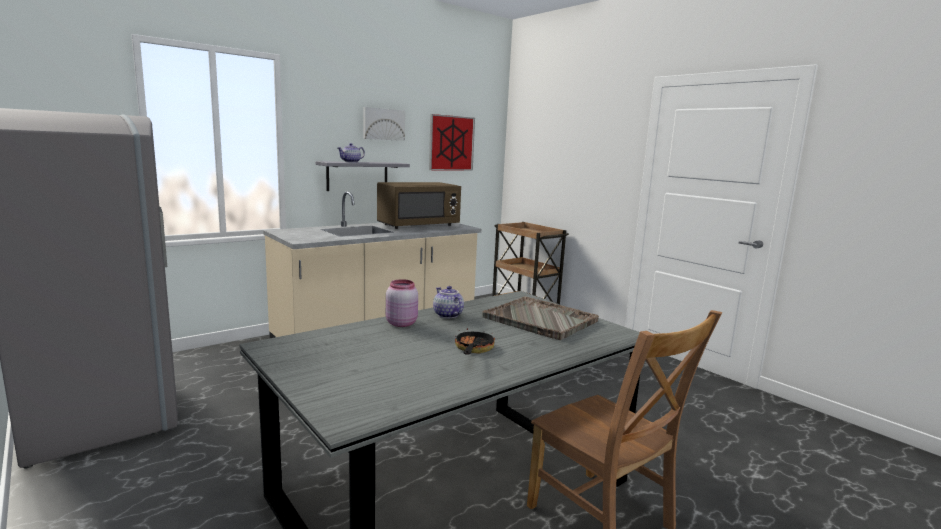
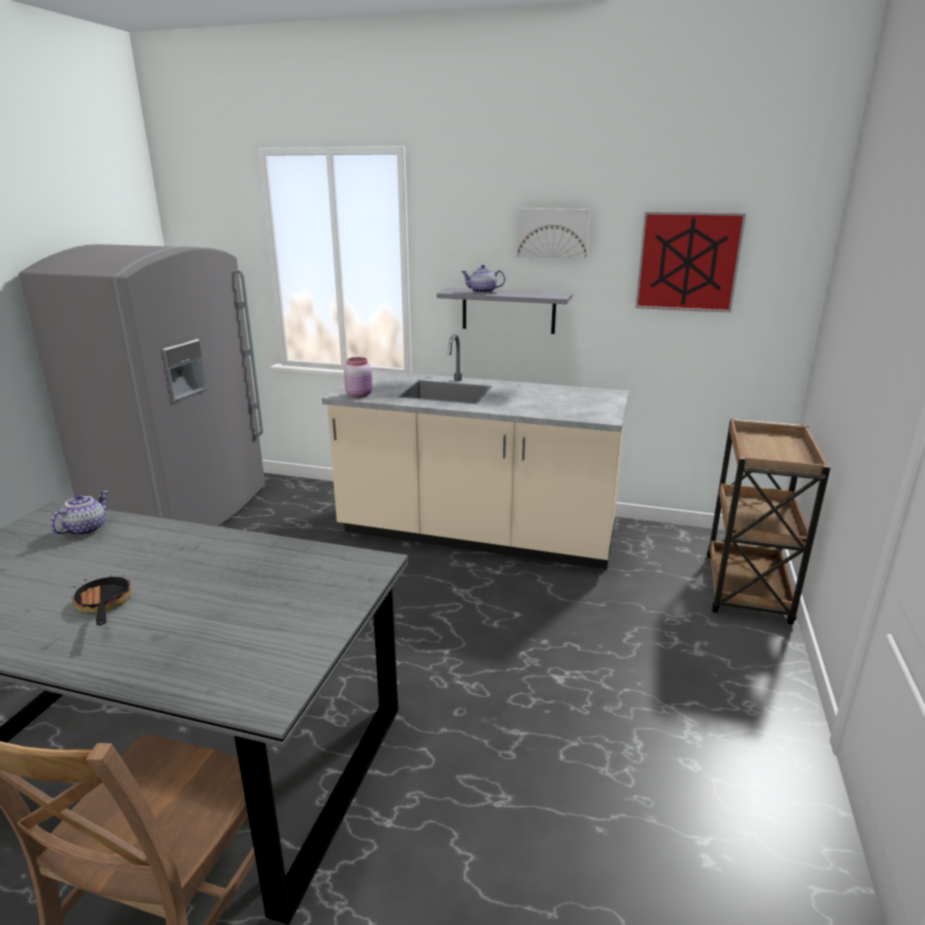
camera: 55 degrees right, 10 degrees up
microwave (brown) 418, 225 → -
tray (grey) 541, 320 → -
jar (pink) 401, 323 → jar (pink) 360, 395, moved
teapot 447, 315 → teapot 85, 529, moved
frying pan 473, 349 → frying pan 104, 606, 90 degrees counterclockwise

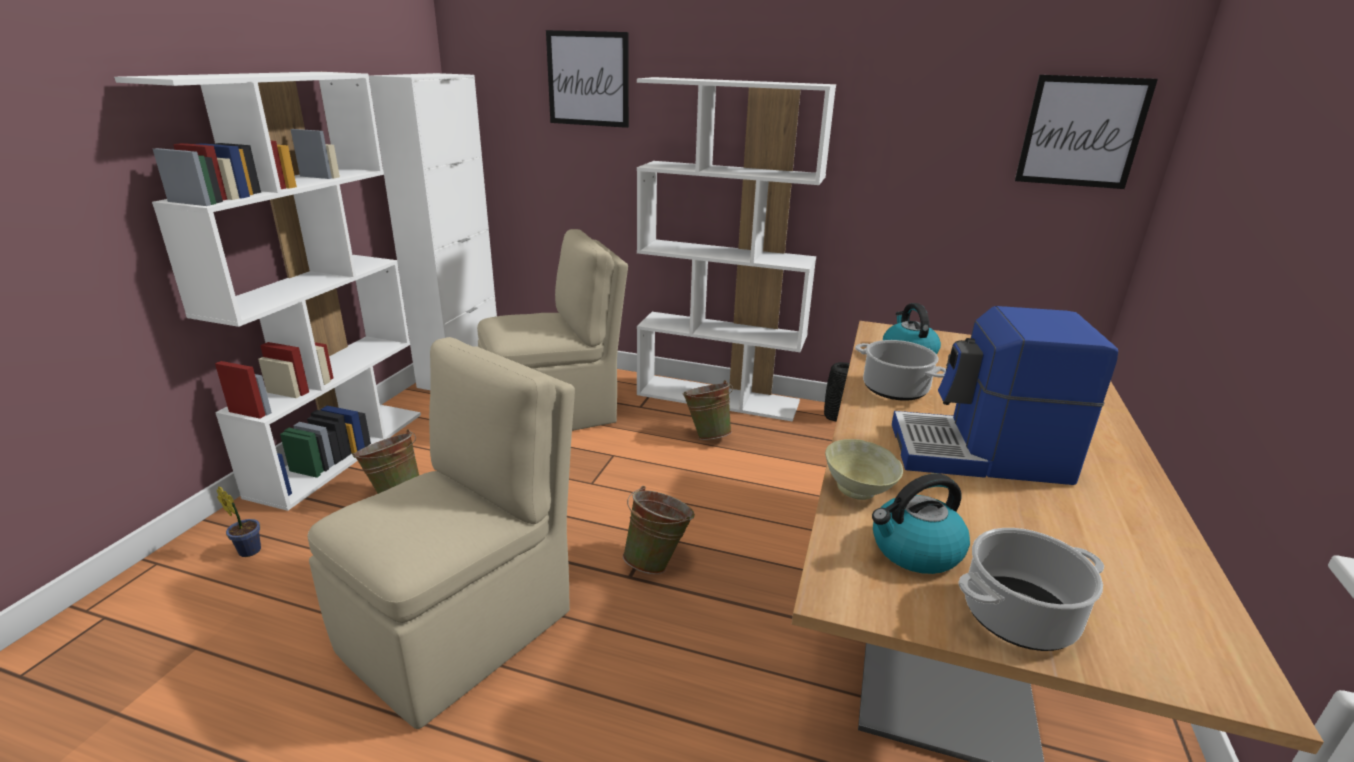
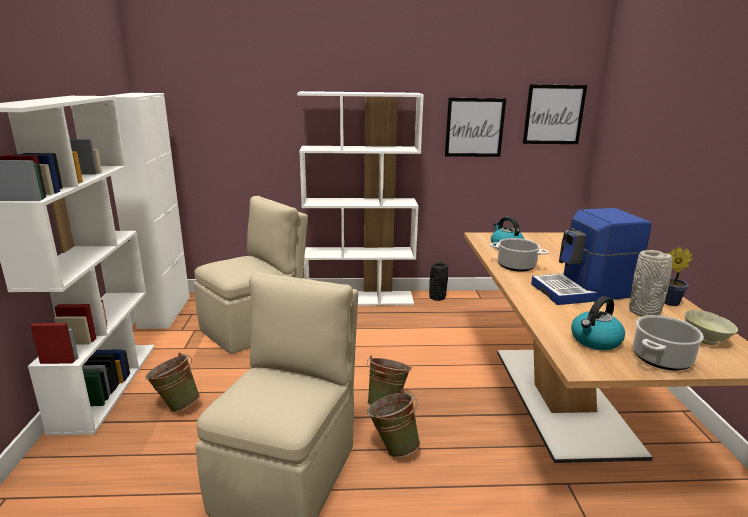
camera: 20 degrees left, 5 degrees down
- → vase (grey) 645, 312
potted plant 248, 550 → potted plant 668, 302, moved
picture 588, 79 → picture 474, 127, moved
bucket (green) 707, 435 → bucket (green) 393, 447, moved
bowl (beige) 858, 491 → bowl (beige) 705, 340, moved

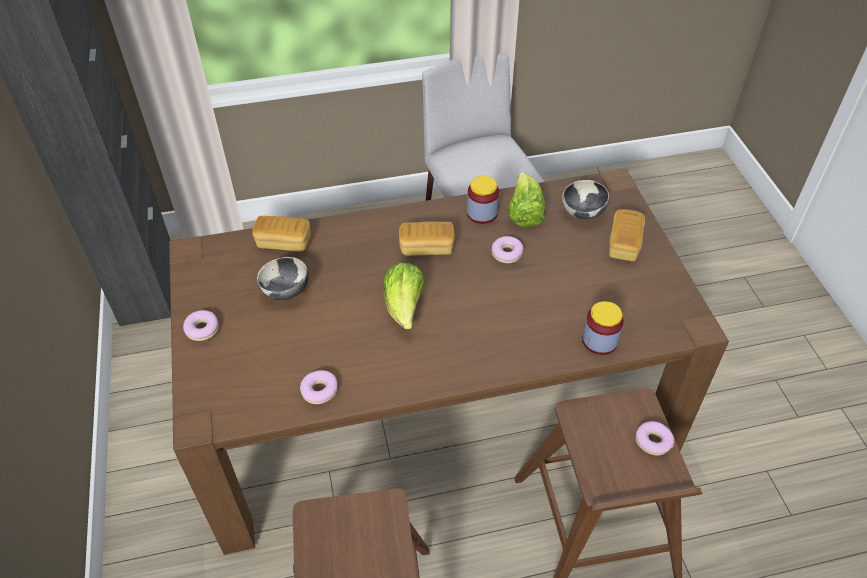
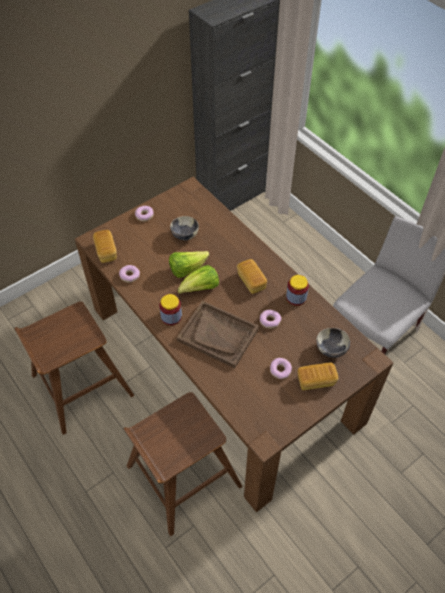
camera: 65 degrees right, 5 degrees up
- → tray (brown) 218, 335
bread 283, 242 → bread 106, 251, moved
lettuce 524, 213 → lettuce 187, 269, moved
jar 599, 341 → jar 171, 316, moved
donut 653, 441 → donut 280, 370, moved

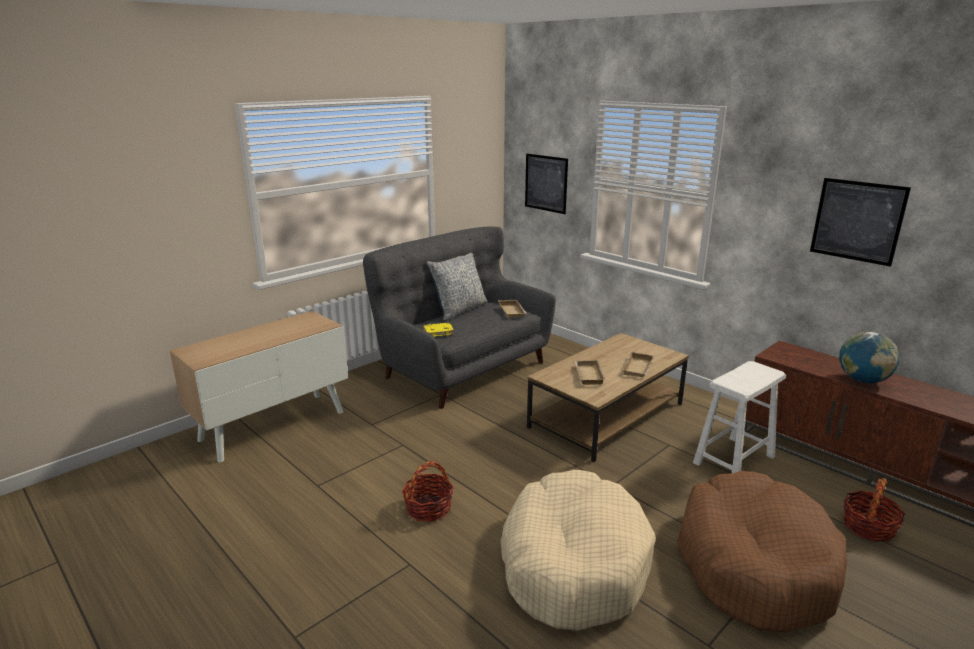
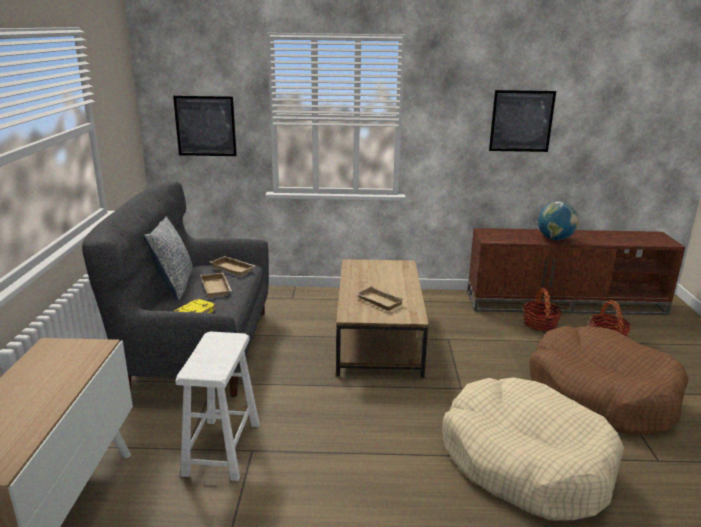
camera: 45 degrees left, 0 degrees up
basket 428, 508 → basket 540, 324, moved
tray (beige) 639, 368 → tray (beige) 217, 288, moved
stool (white) 733, 460 → stool (white) 222, 449, moved

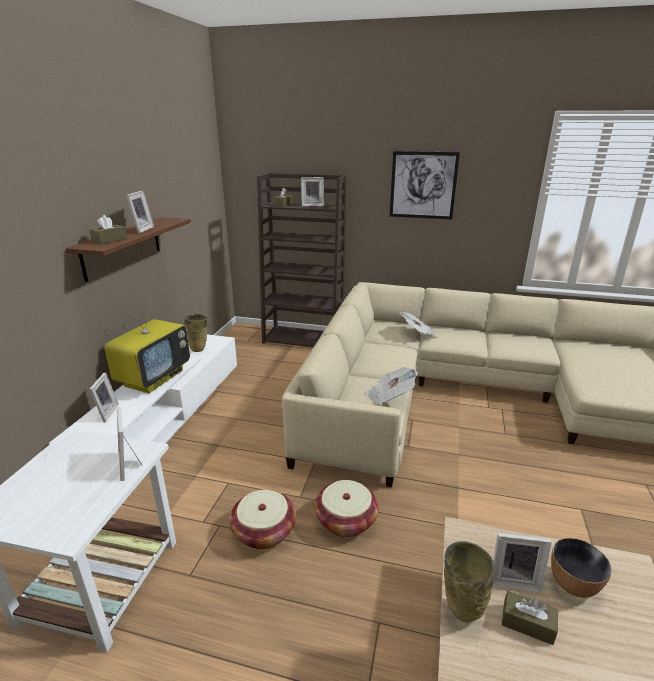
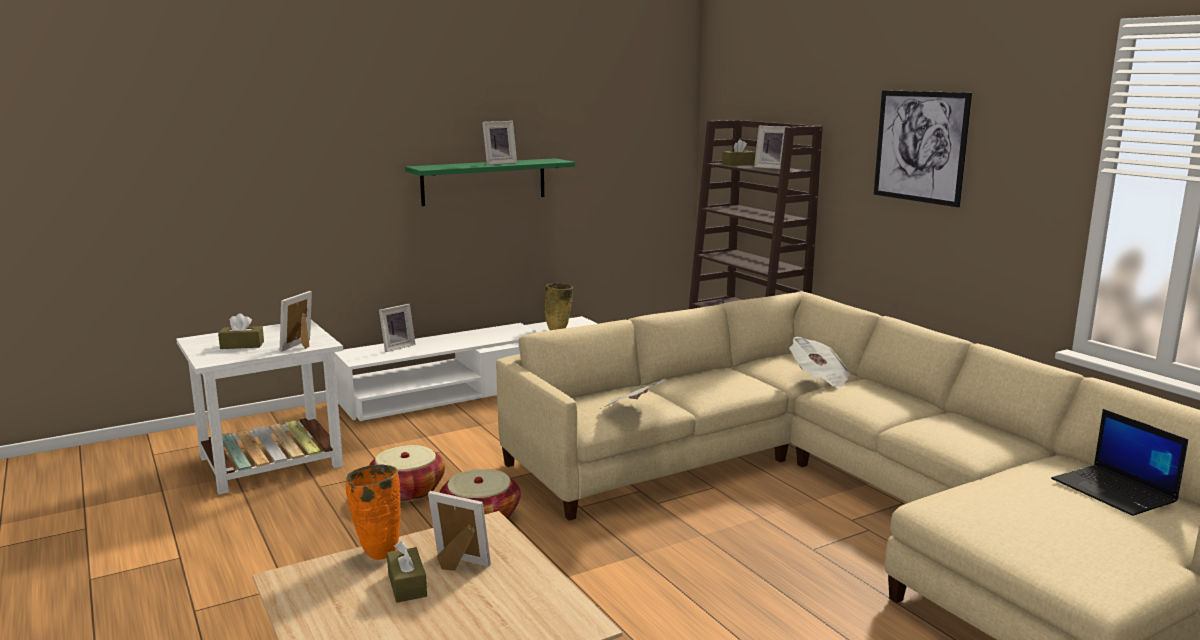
camera: 45 degrees right, 10 degrees down
television 154, 378 → -
bowl 572, 584 → -
- → laptop 1115, 491
tissue box (brown) 109, 240 → tissue box (brown) 242, 345, moved
shelf (brown) 122, 247 → shelf (green) 484, 181
vase (beige) 460, 612 → vase (orange) 378, 552
picture frame 513, 579 → picture frame 457, 564, 150 degrees clockwise

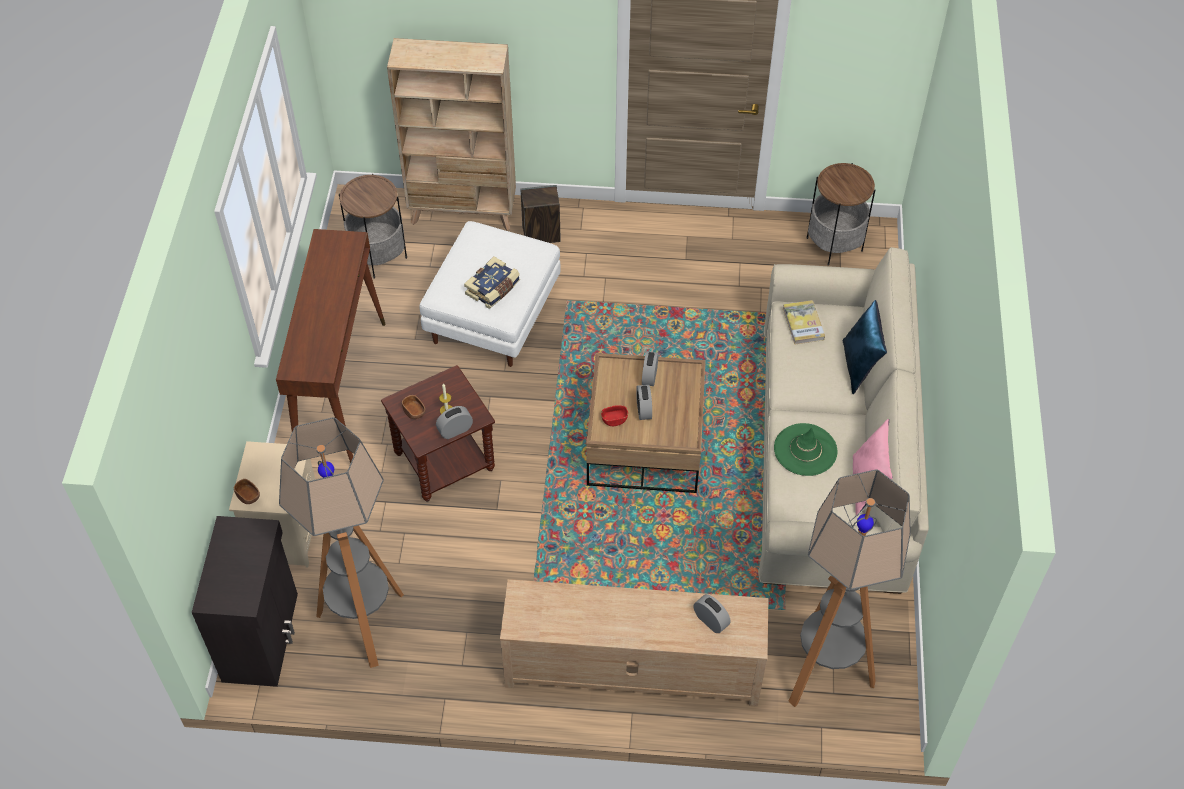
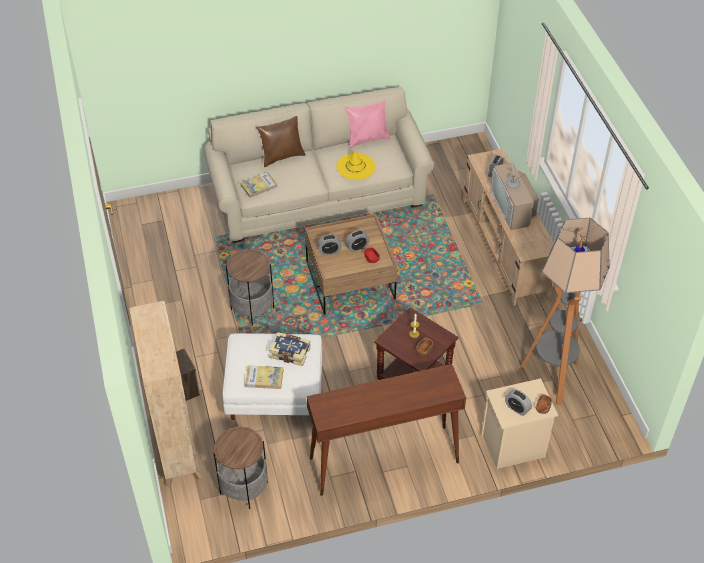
camera: 110 degrees left, 5 degrees down
cabinet (black) 262, 636 → -
floor lamp 824, 671 → -
- → book 264, 378
- → television 513, 208
alarm clock 455, 430 → alarm clock 517, 408, moved
side table 834, 244 → side table 252, 309, moved
hat (green) 805, 450 → hat (yellow) 355, 167
pillow (blue) 859, 366 → pillow (brown) 282, 156

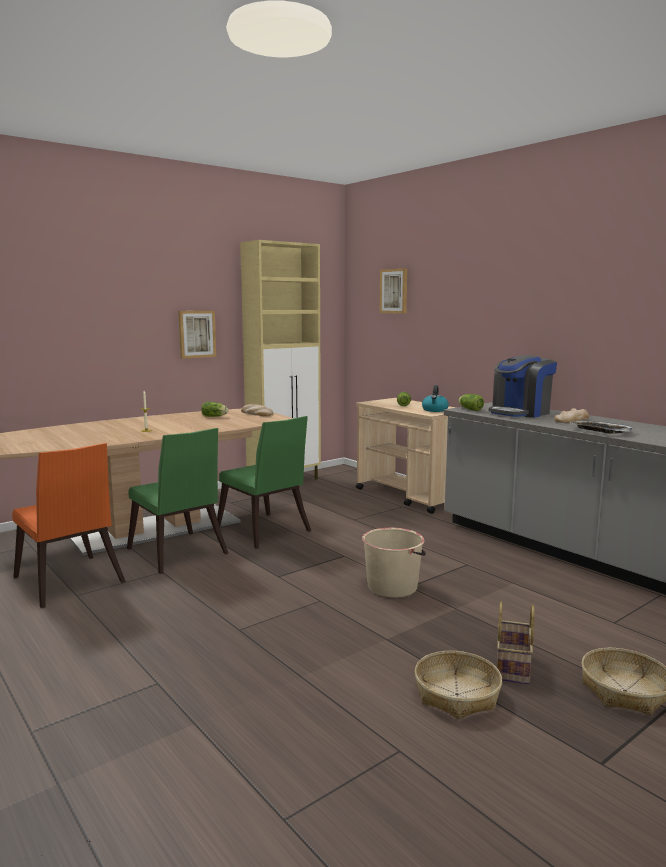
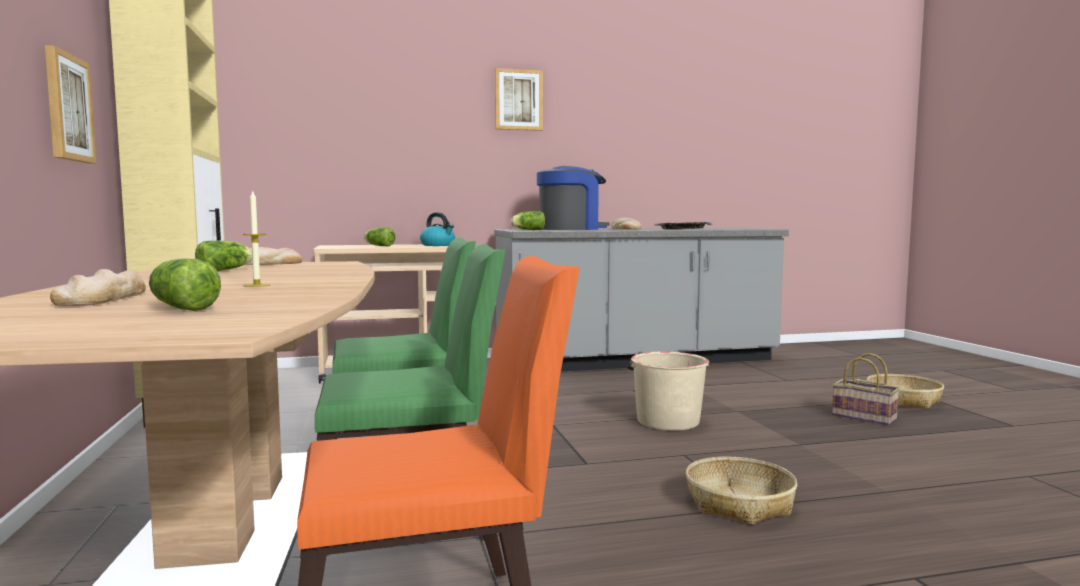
camera: 65 degrees left, 5 degrees down
- → bread 102, 298
- → lettuce 181, 308
picture 394, 291 → picture 518, 100, moved
basket 457, 695 → basket 739, 503, moved
coffee machine 520, 413 → coffee machine 571, 229, 105 degrees counterclockwise

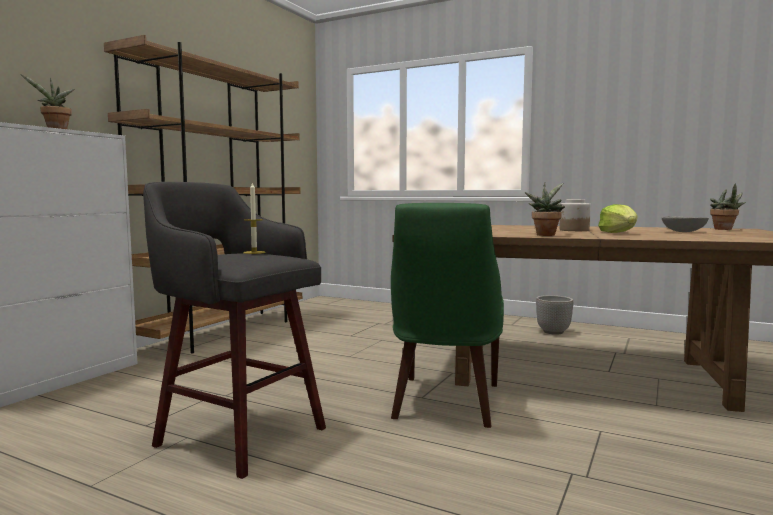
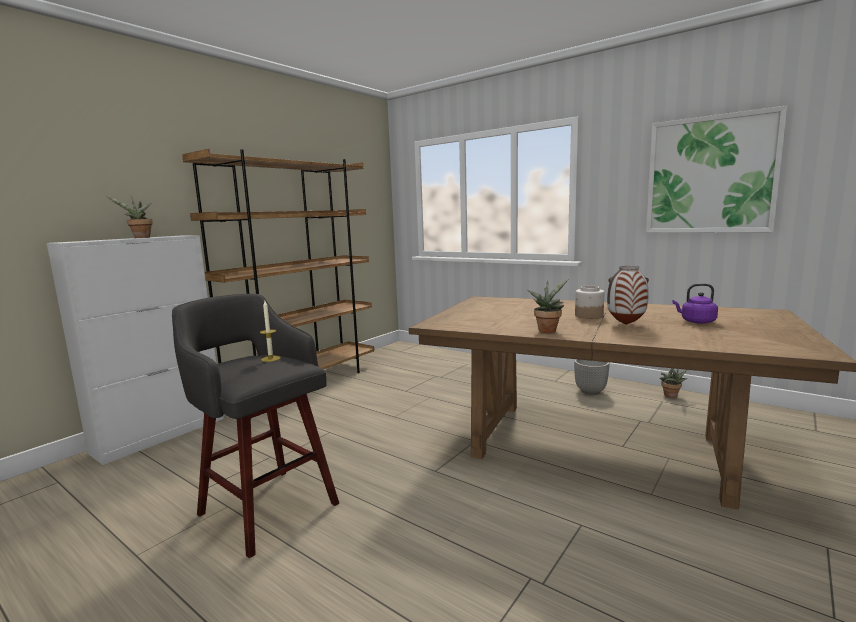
camera: 10 degrees right, 5 degrees up
chair (green) 445, 403 → -
- → picture 710, 175
potted plant 725, 229 → potted plant 671, 396, moved
lettuce 619, 233 → vase 626, 324
bowl (grey) 683, 232 → kettle (purple) 696, 321

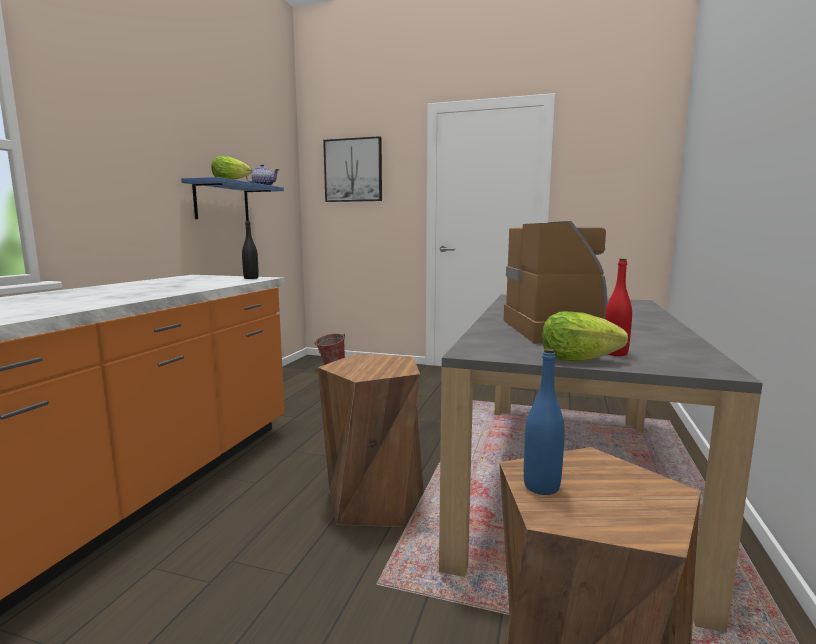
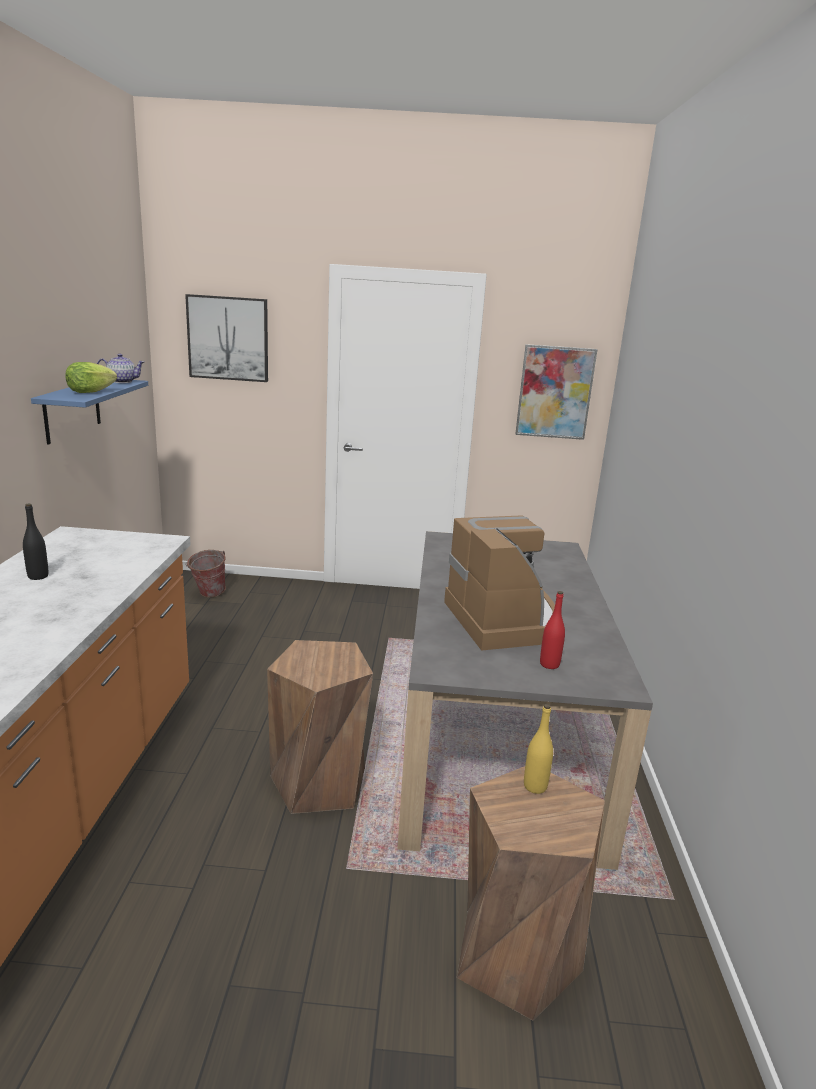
camera: 15 degrees left, 10 degrees up
bottle (blue) 541, 486 → -
lettuce 577, 360 → -
- → picture 555, 392
- → bottle (yellow) 535, 786
bottle (black) 251, 278 → bottle (black) 38, 576, moved

